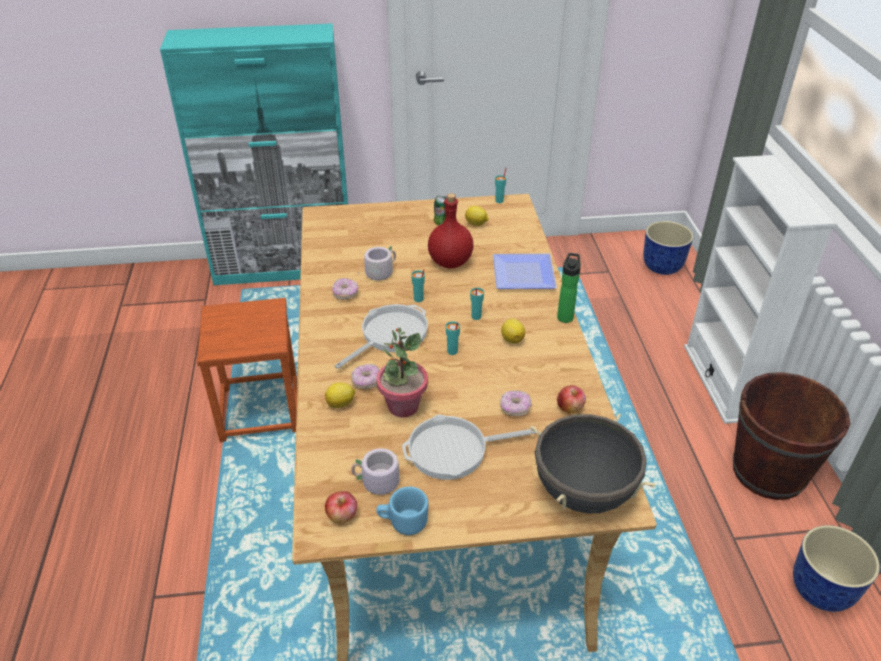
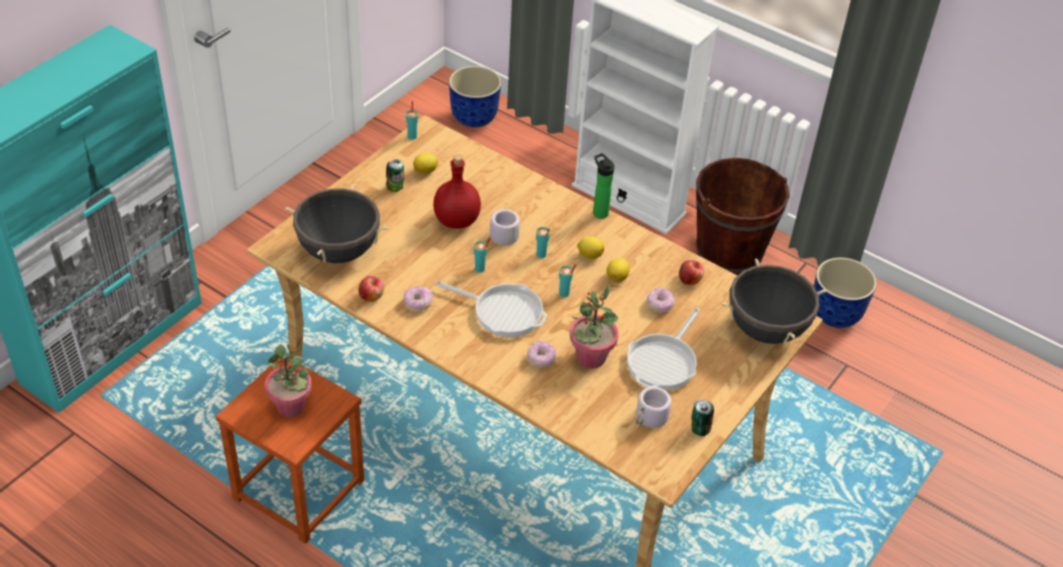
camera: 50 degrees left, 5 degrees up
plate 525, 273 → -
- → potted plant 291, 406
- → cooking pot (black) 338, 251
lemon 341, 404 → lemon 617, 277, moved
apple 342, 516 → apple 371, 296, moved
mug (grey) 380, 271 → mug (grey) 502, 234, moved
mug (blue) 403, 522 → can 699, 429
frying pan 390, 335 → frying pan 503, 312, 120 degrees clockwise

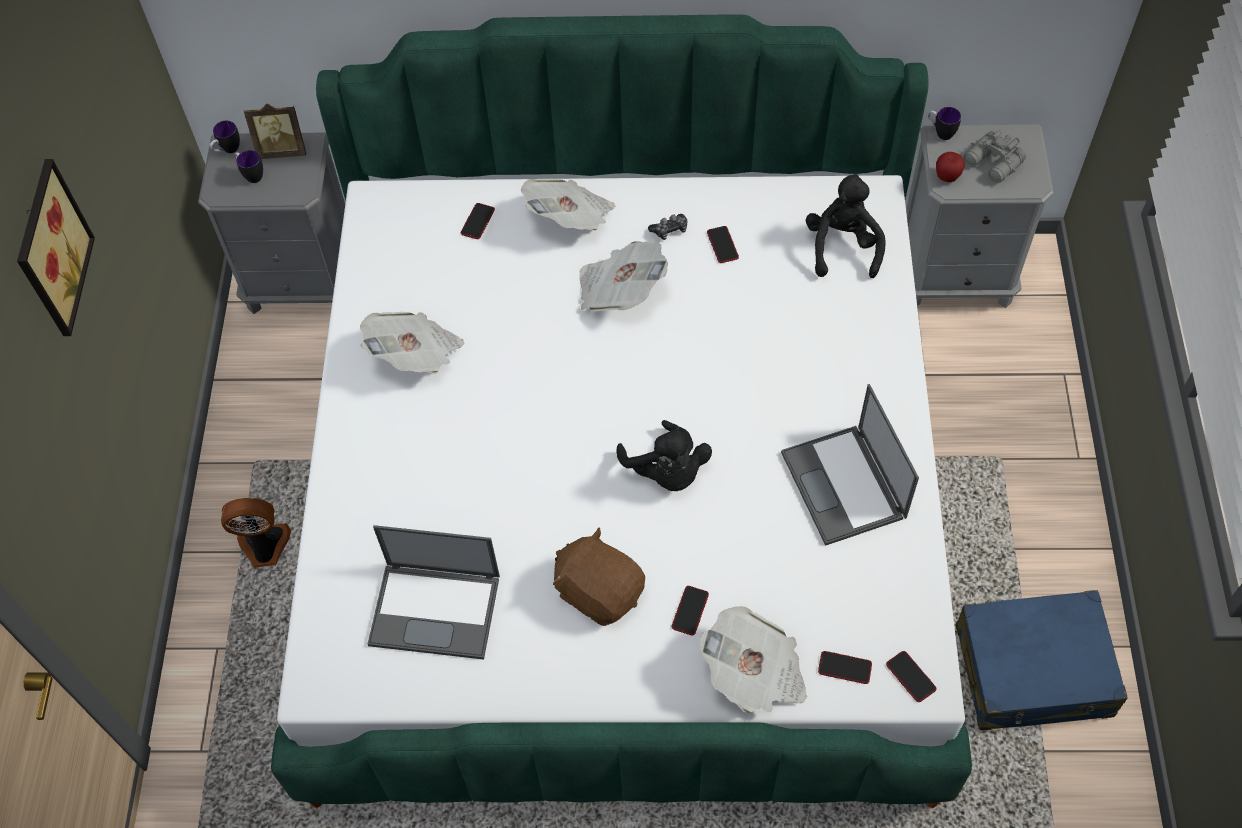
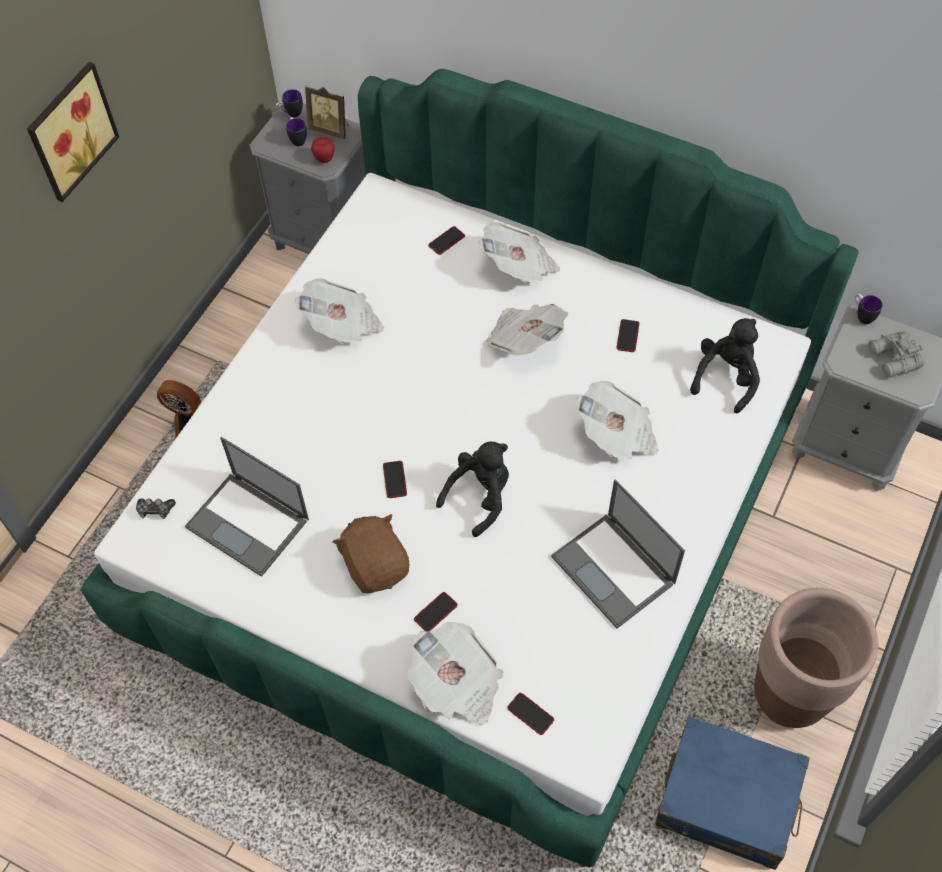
camera: 25 degrees right, 0 degrees up
- → newspaper 617, 434
- → planter (brown) 789, 696
game controller 670, 230 → game controller 155, 510, moved
phone 910, 677 → phone 394, 480, moved
apple 947, 177 → apple 324, 159, moved
plush toy (black) 666, 472 → plush toy (black) 480, 496, 135 degrees counterclockwise
laptop 844, 486 → laptop 614, 570, 45 degrees counterclockwise

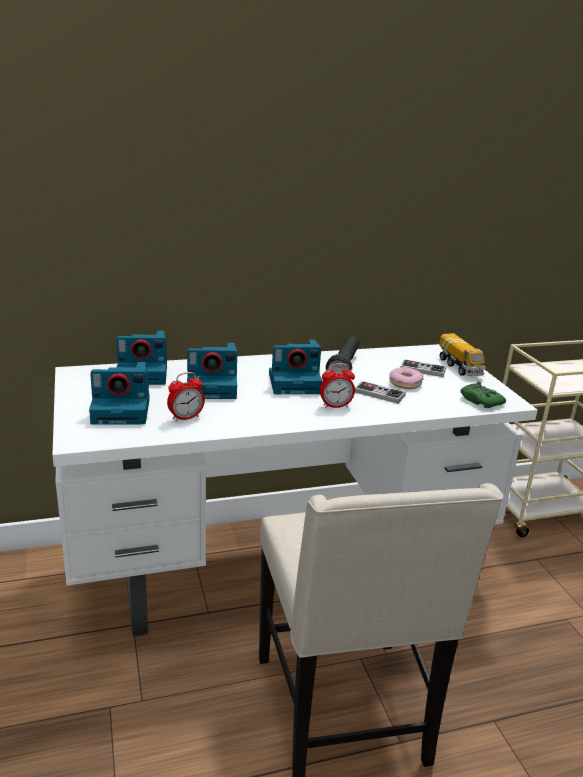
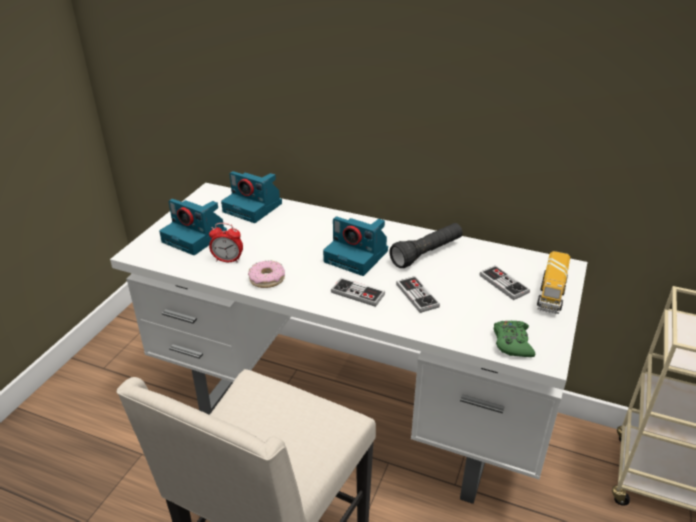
camera: 40 degrees right, 10 degrees up
photo camera 213, 387 → -
donut 405, 383 → donut 267, 279, moved
alarm clock 335, 406 → game controller 357, 293

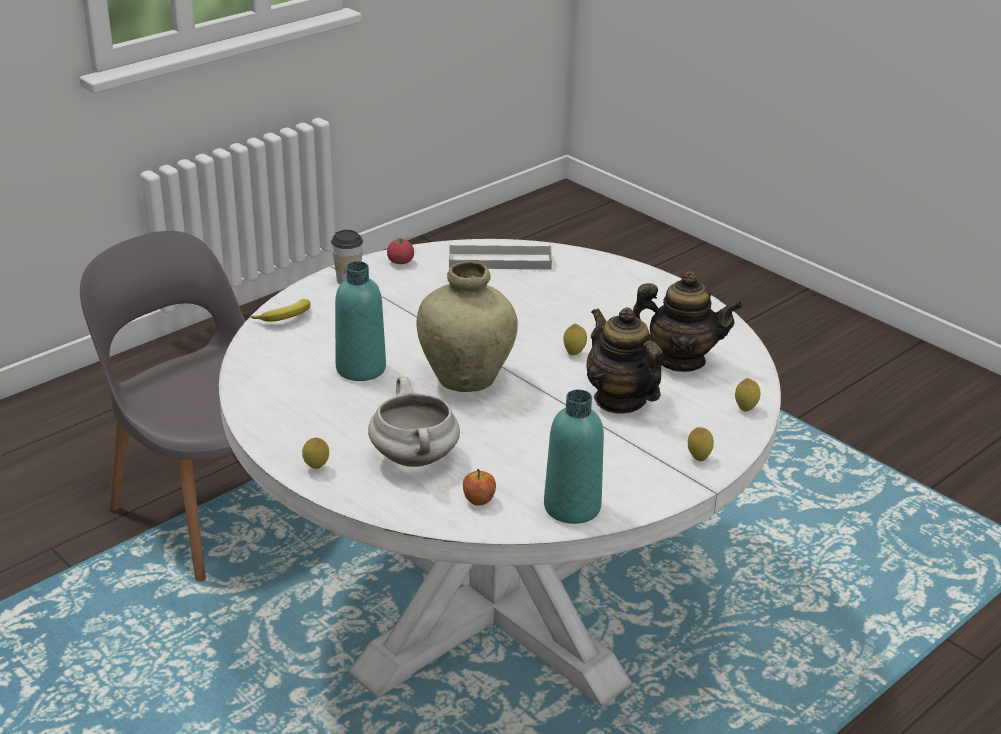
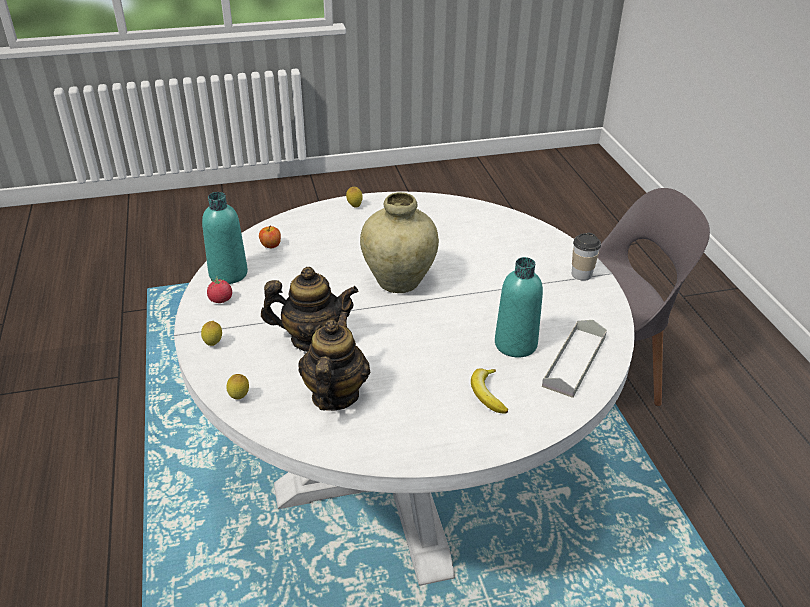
camera: 120 degrees right, 5 degrees up
cooking pot (white) 416, 458 → -
lemon 574, 353 → -
banana 286, 317 → banana 487, 394, moved
bottle (turquoise) 361, 368 → bottle (turquoise) 515, 344, moved
tomato 400, 262 → tomato 220, 300, moved
teapot 680, 360 → teapot 334, 395, 150 degrees clockwise

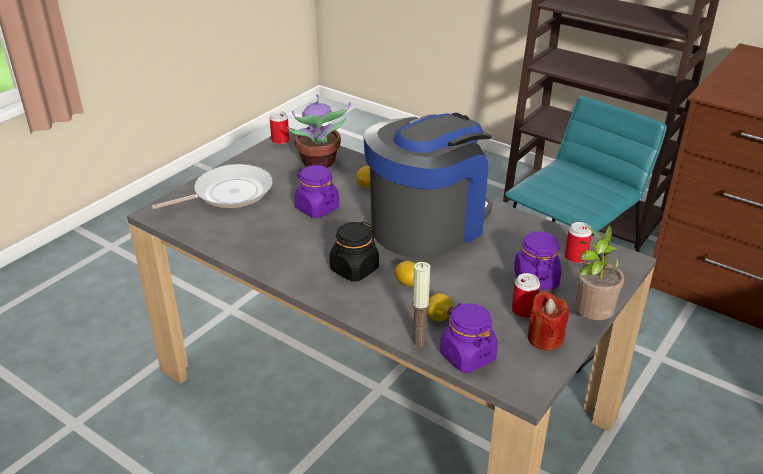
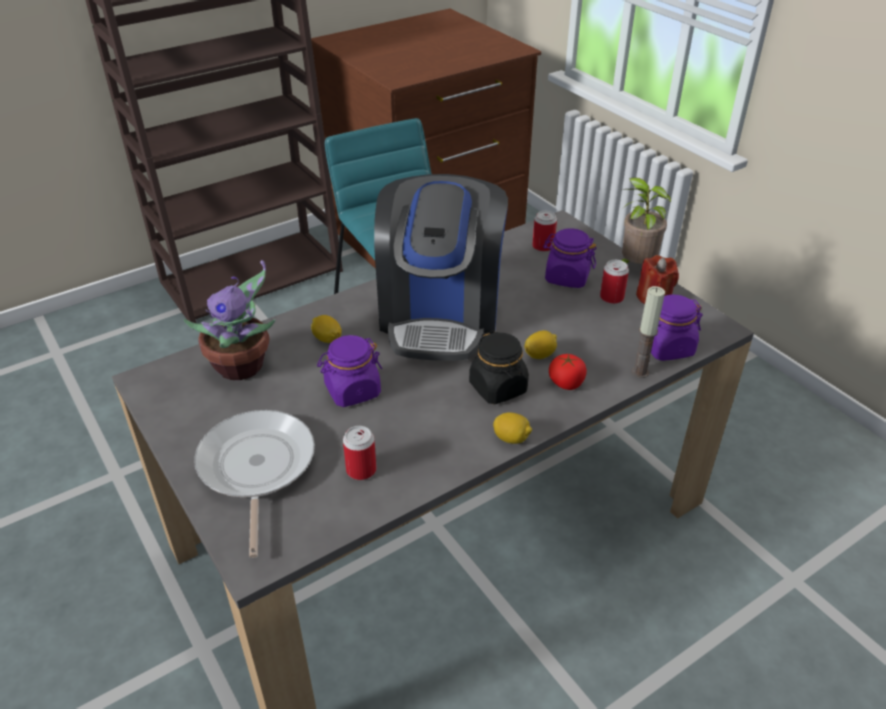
camera: 70 degrees left, 5 degrees up
- → tomato 566, 383
can 280, 140 → can 361, 470, moved
lemon 439, 316 → lemon 511, 438, moved
coffee machine 428, 225 → coffee machine 440, 315, 150 degrees counterclockwise

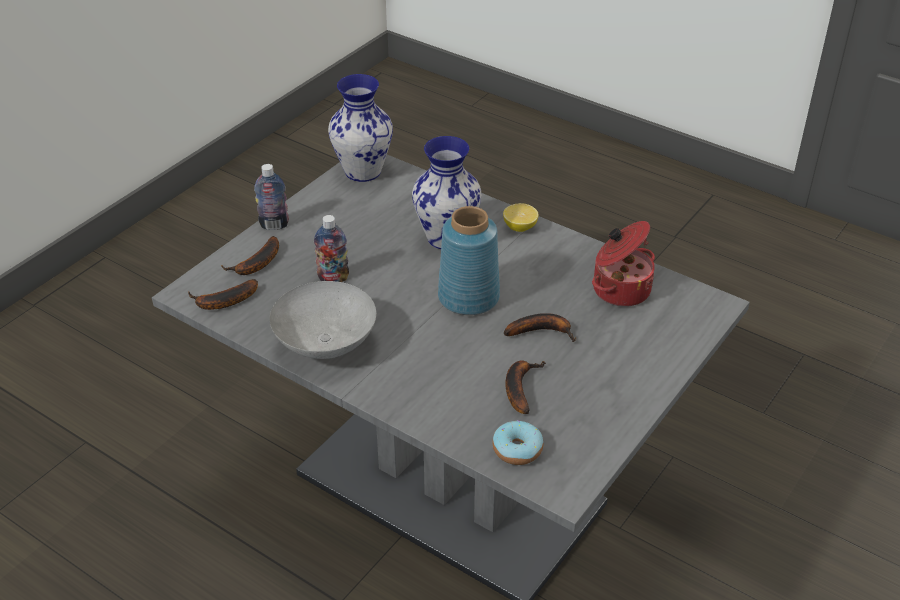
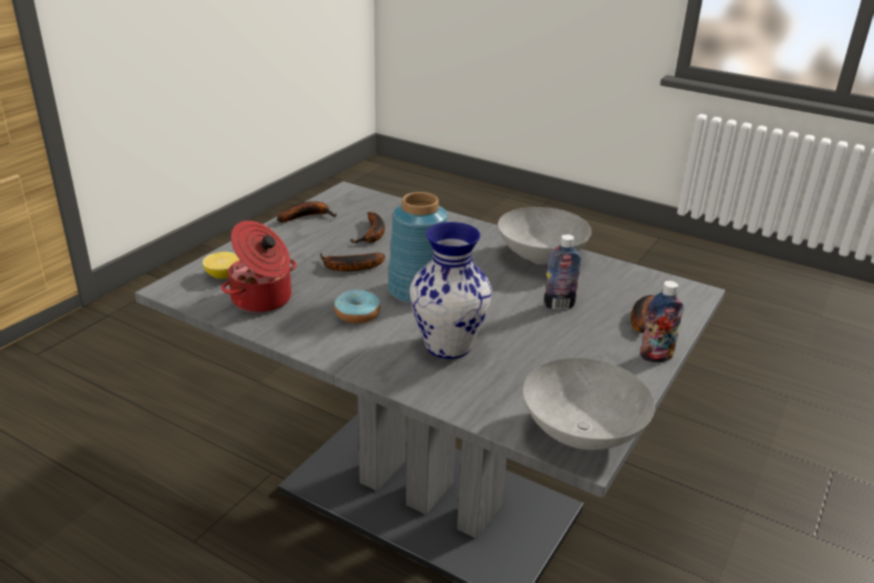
camera: 175 degrees right, 10 degrees down
banana 223, 302 → banana 307, 216, moved
donut 517, 449 → donut 357, 314, moved
lemon 520, 227 → lemon 223, 276, moved
vase 362, 172 → bowl (grey) 584, 433

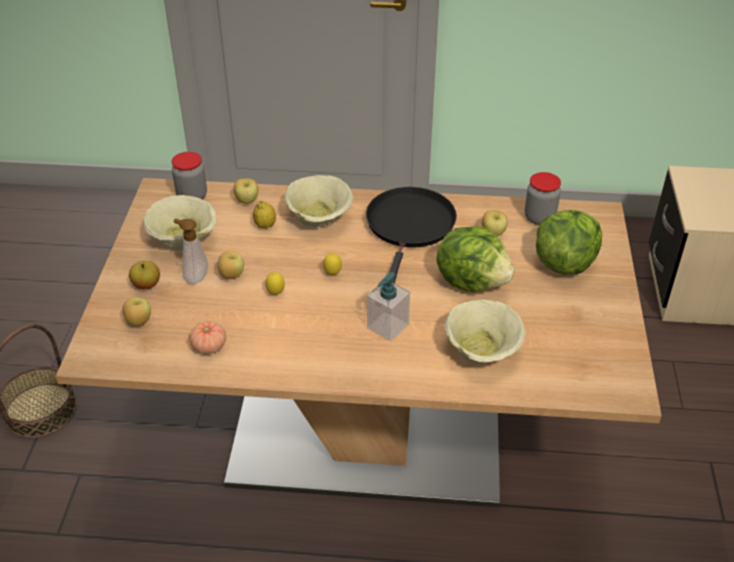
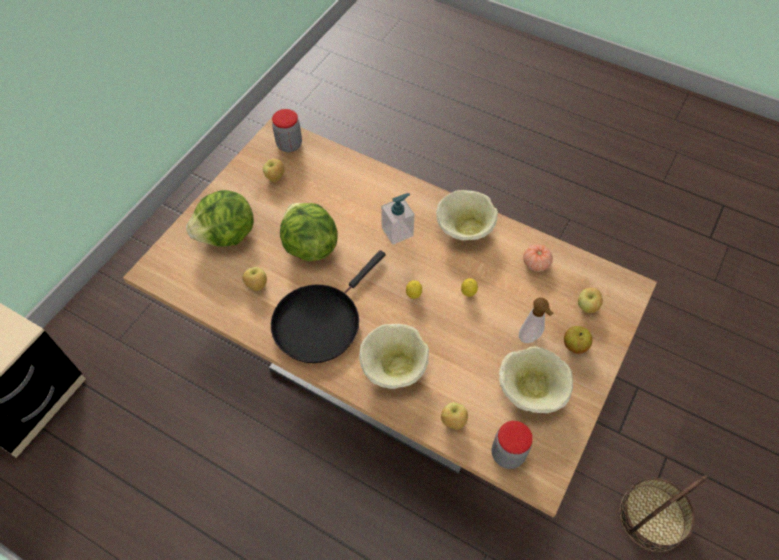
camera: 155 degrees left, 15 degrees up
lemon 265, 225 → -
apple 231, 275 → apple 275, 178, moved
bowl (beige) 482, 351 → bowl (beige) 464, 227, moved
jar 539, 217 → jar 289, 145, moved

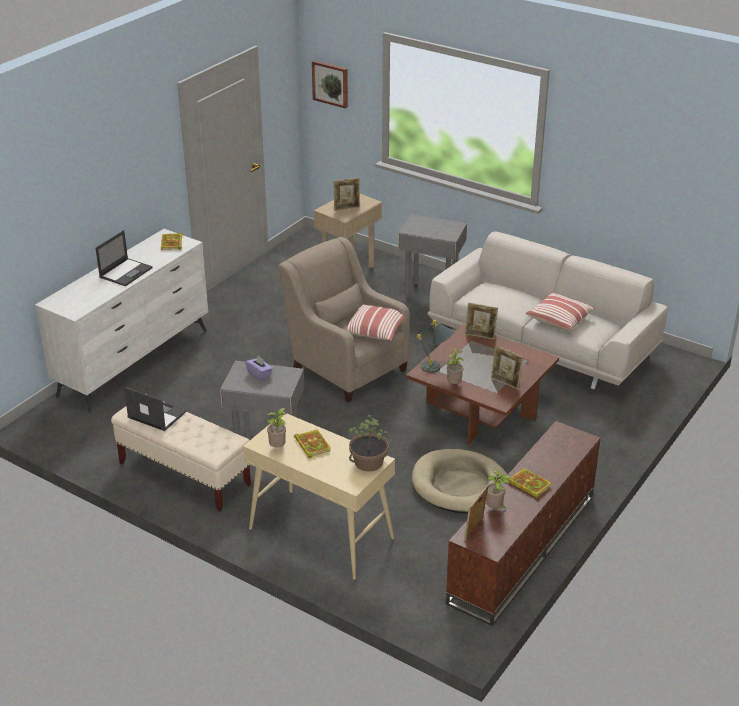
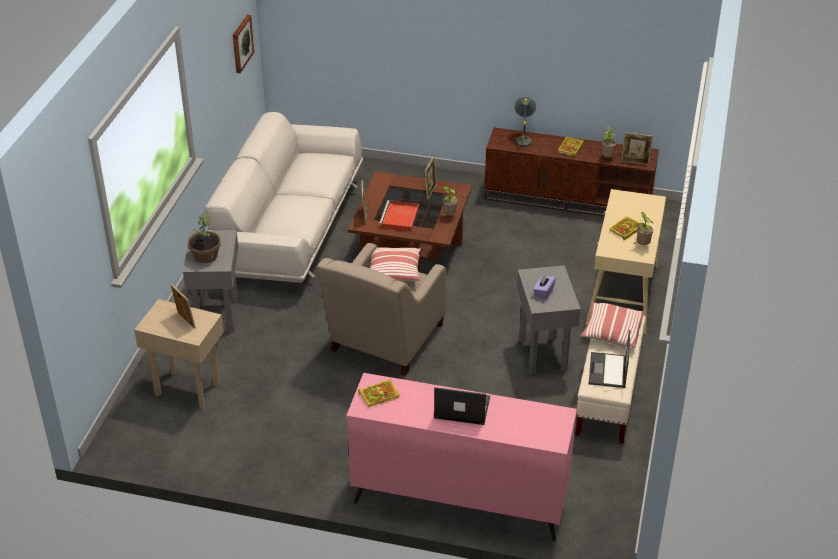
camera: 110 degrees left, 5 degrees up
dog bed (beige) 460, 485 → -
- → tray (red) 399, 218
picture 330, 83 → picture 241, 43, moved
potted plant 368, 462 → potted plant 205, 256, moved
table lamp (grey) 437, 369 → table lamp (grey) 523, 138, moved
pillow 559, 319 → pillow 611, 332, moved
dresser (white) 135, 362 → dresser (pink) 458, 500

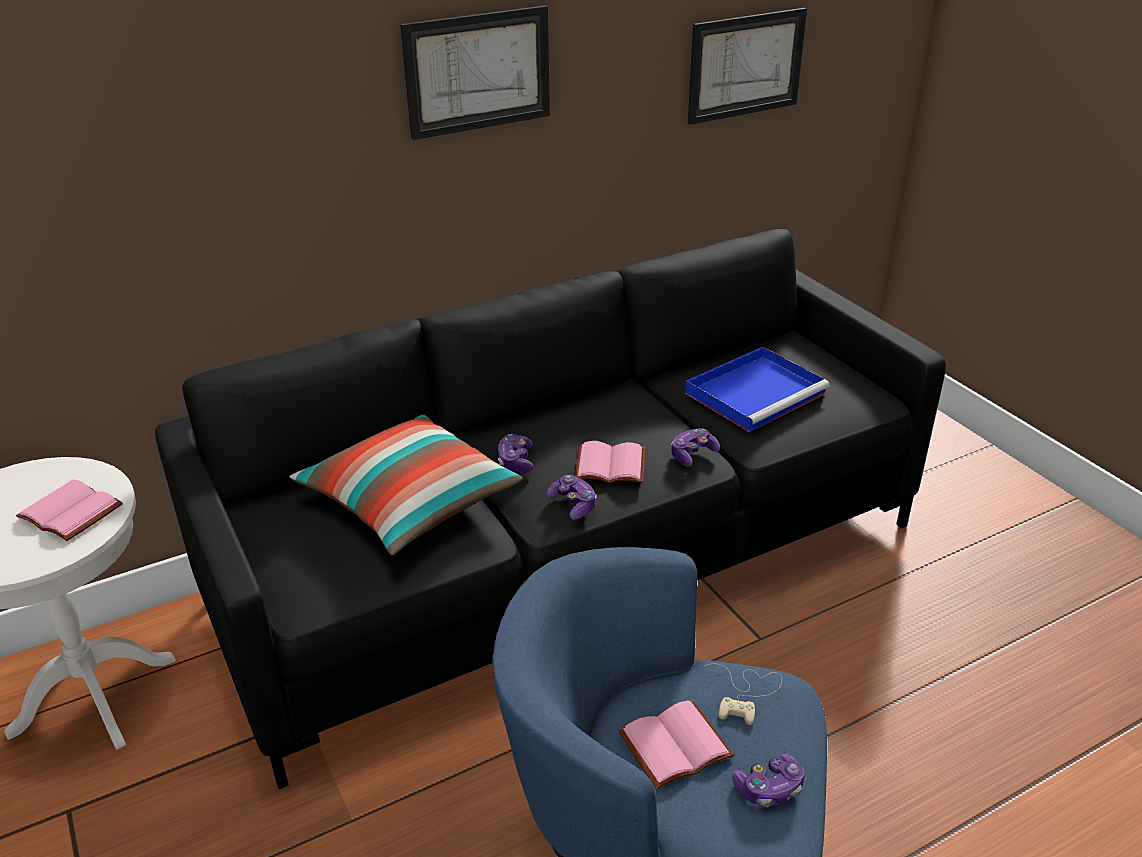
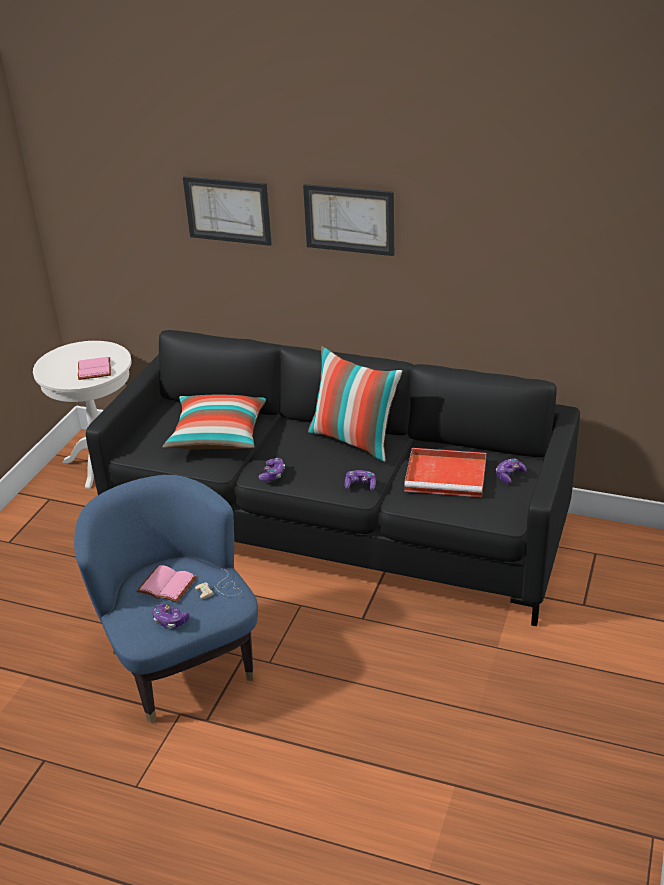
camera: 50 degrees right, 0 degrees up
book (pink) 609, 467 → -
- → pillow 354, 440
game controller 516, 461 → game controller 509, 475, moved
picture 745, 65 → picture 228, 210, moved
tray (blue) 756, 392 → tray (red) 447, 475

